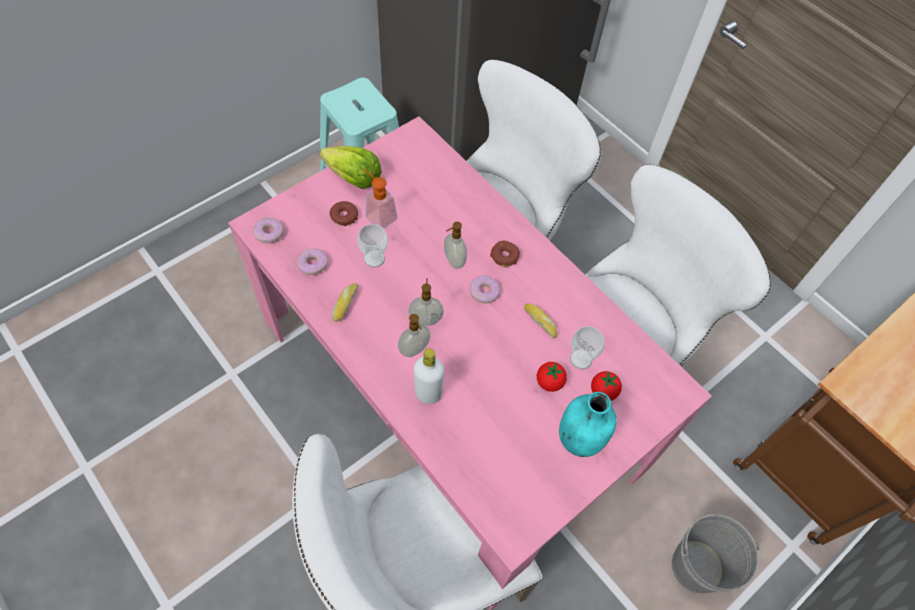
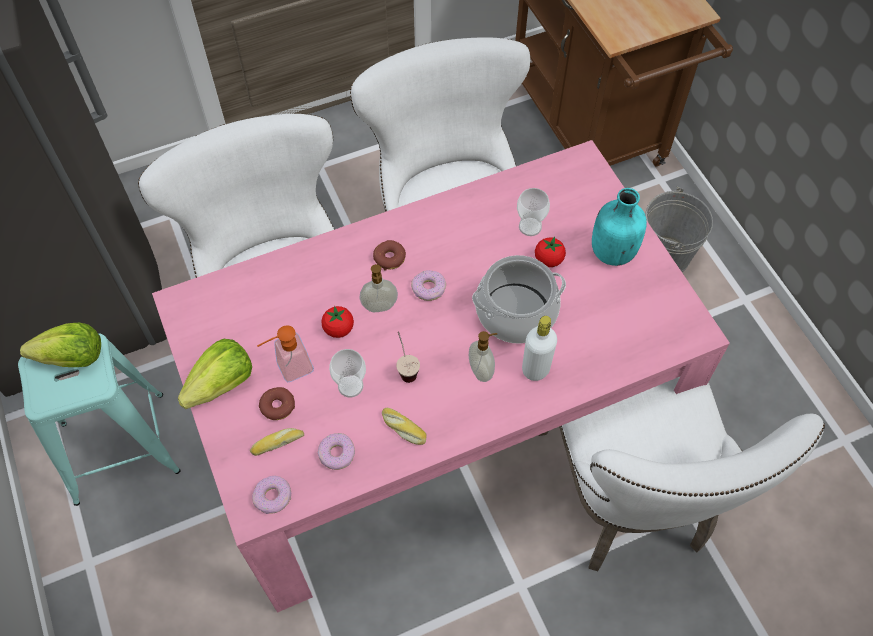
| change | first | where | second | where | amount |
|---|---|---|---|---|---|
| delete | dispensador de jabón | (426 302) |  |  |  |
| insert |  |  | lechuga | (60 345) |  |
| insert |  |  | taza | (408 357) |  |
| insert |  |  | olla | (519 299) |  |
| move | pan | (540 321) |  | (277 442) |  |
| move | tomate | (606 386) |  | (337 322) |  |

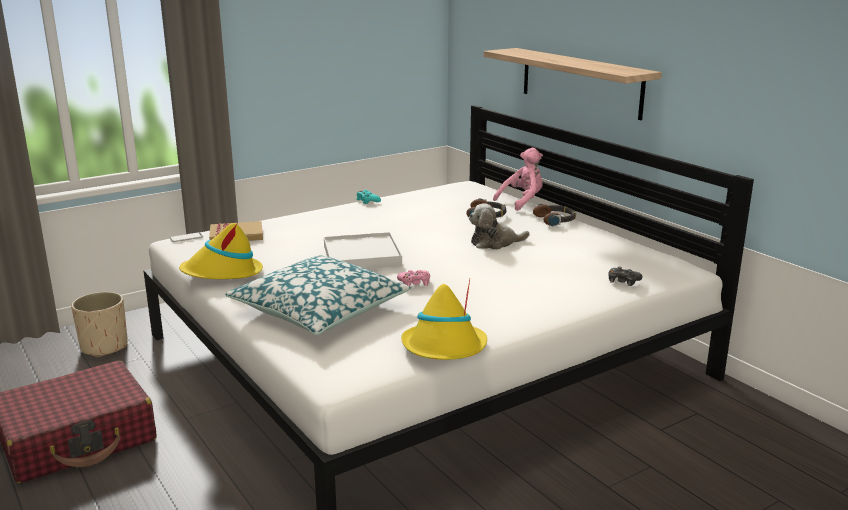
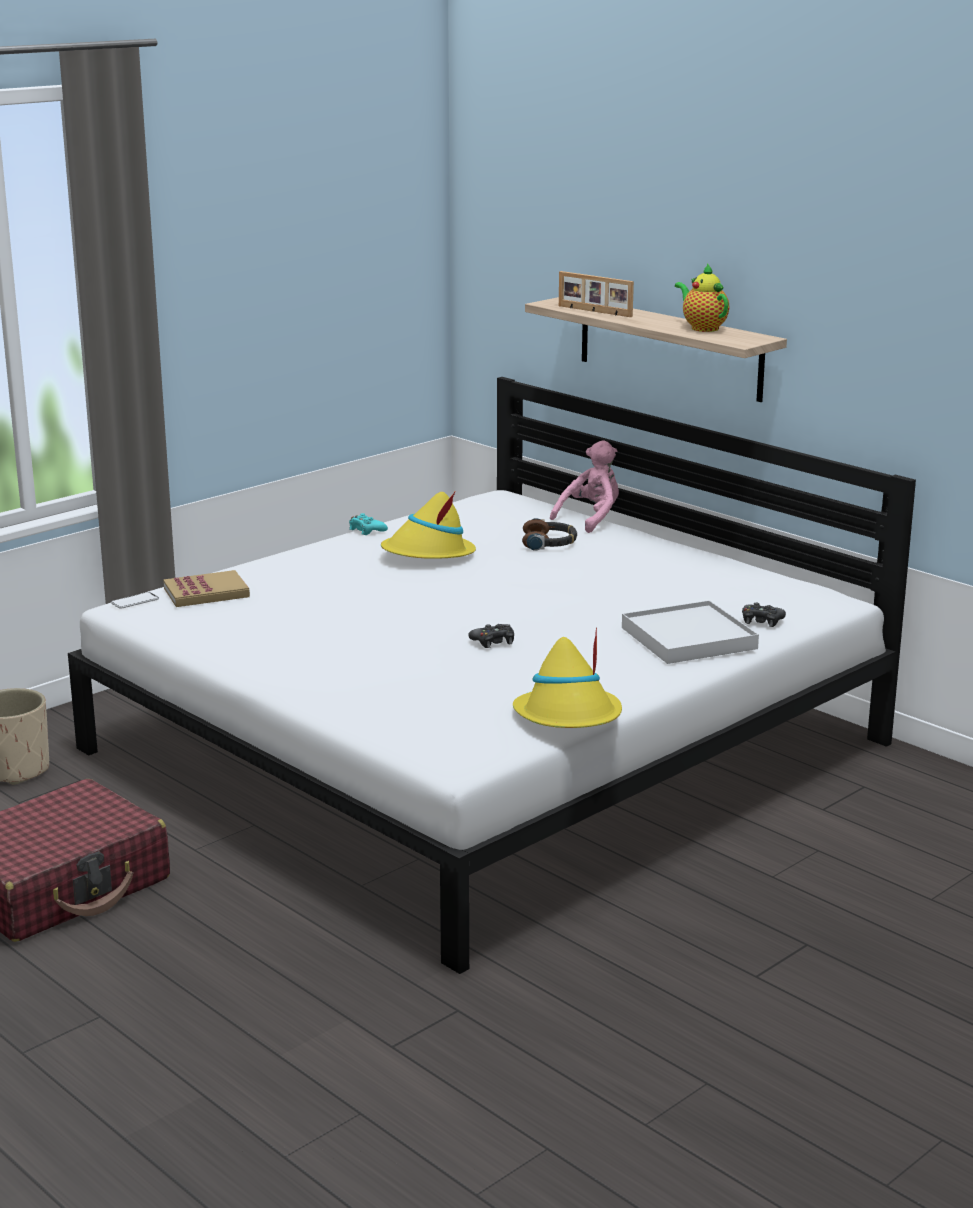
| change | first | where | second | where | amount |
|---|---|---|---|---|---|
| delete | cojín | (318 295) |  |  |  |
| delete | peluche | (499 226) |  |  |  |
| delete | auriculares | (554 215) |  |  |  |
| insert |  |  | portarretratos | (596 294) |  |
| insert |  |  | tetera | (702 297) |  |
| move | sombrero/amarillo | (221 251) |  | (428 525) |  |
| move | bandeja/blanco | (363 250) |  | (690 632) |  |
| recolor | mando de consola/rosa | (413 278) | mando de consola/negro | (491 636) |  |

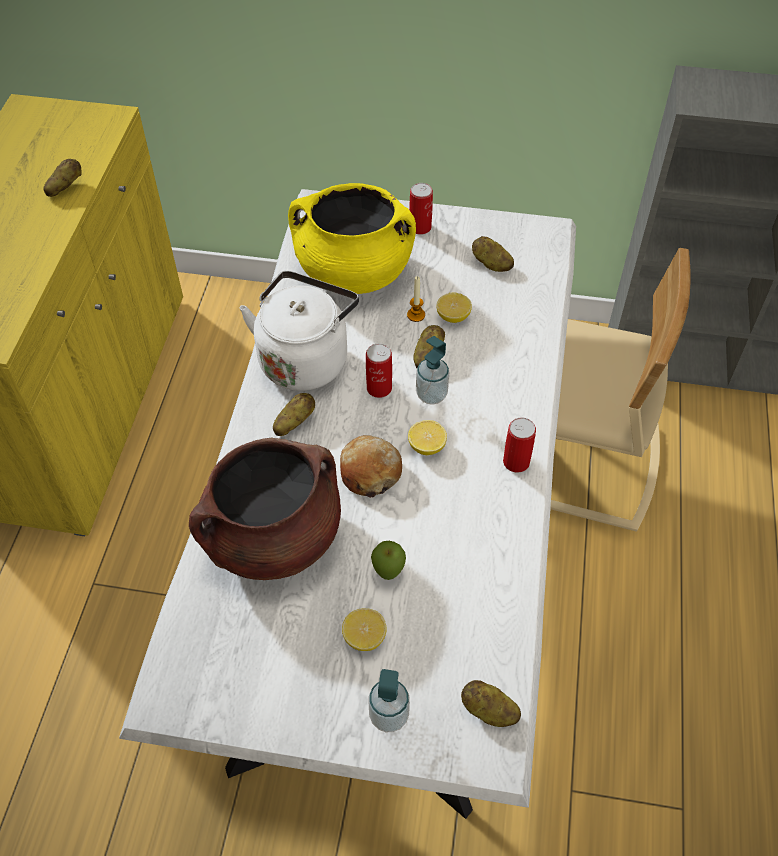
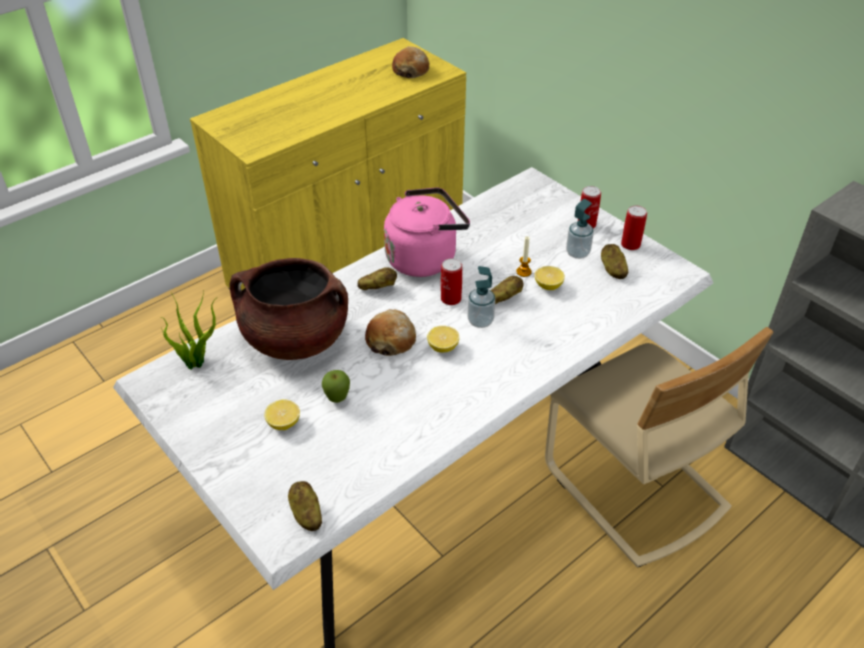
| change | first | where | second | where | amount |
|---|---|---|---|---|---|
| delete | patata | (62 178) |  |  |  |
| delete | olla/amarillo | (352 238) |  |  |  |
| insert |  |  | planta en maceta | (189 329) |  |
| insert |  |  | pan | (410 62) |  |
| move | dispensador de jabón | (389 700) |  | (580 229) |  |
| move | lata | (519 445) |  | (634 227) |  |
| recolor | hervidor/blanco | (299 331) | hervidor/rosa | (427 232) |  |

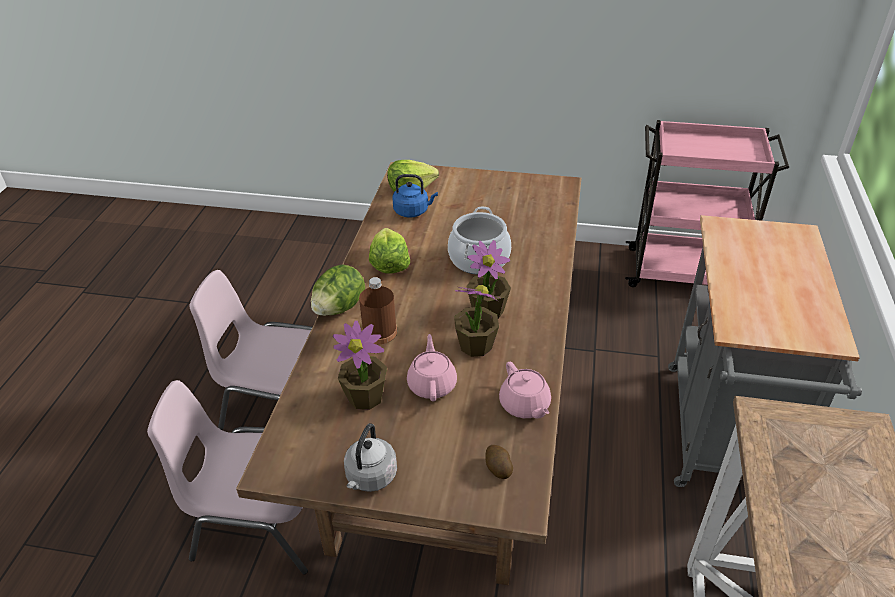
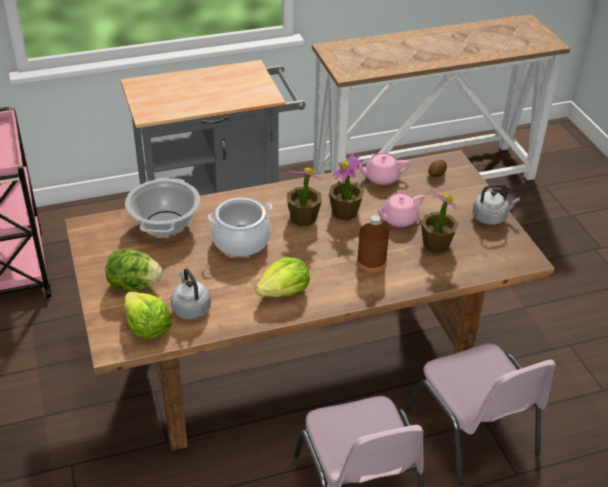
| change | first | where | second | where | amount |
|---|---|---|---|---|---|
| insert |  |  | olla | (162 207) |  |
| move | lechuga | (338 290) |  | (134 270) |  |
| recolor | hervidor/azul | (415 196) | hervidor/gris | (191 294) |  |
| rotate | tetera/rosa | (525 390) |  | (384 169) | 135 degrees counterclockwise |

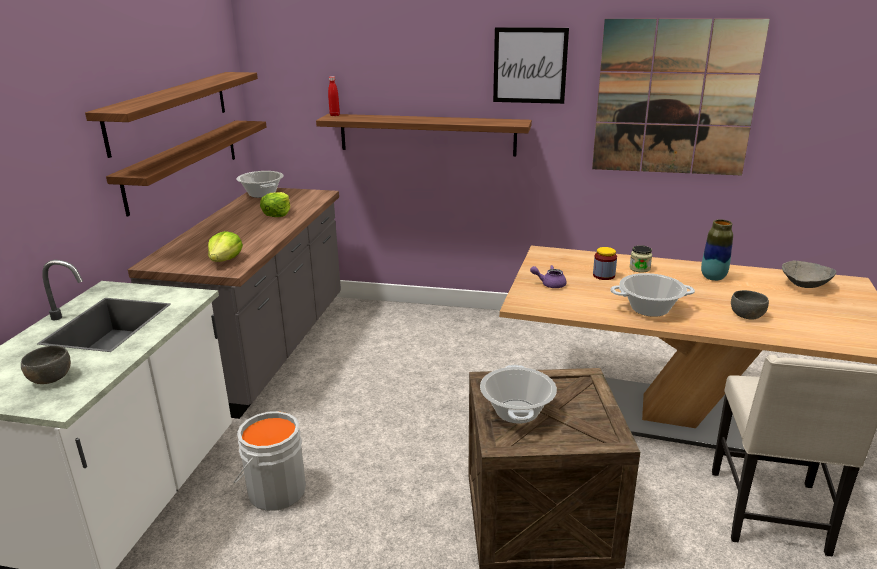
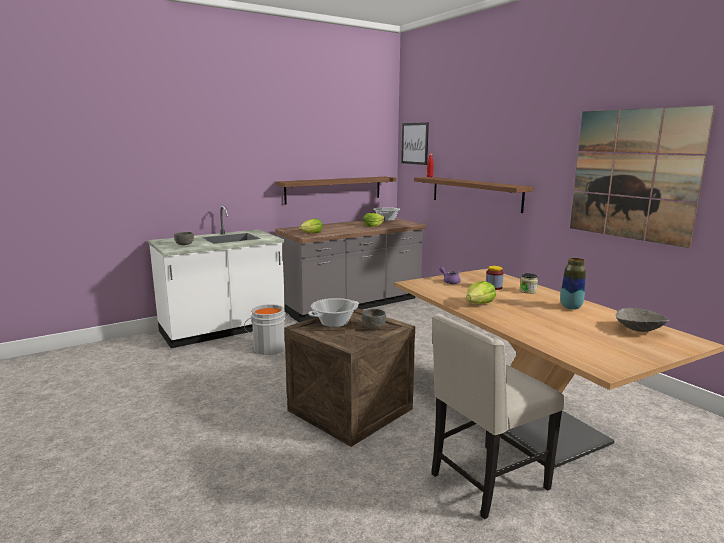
| change | first | where | second | where | amount |
|---|---|---|---|---|---|
| delete | estante | (171 115) |  |  |  |
| move | cuadro | (531 65) |  | (415 143) |  |
| move | cuenco/gris | (750 305) |  | (374 319) |  |
| replace | olla | (652 295) | lechuga | (481 292) |  |

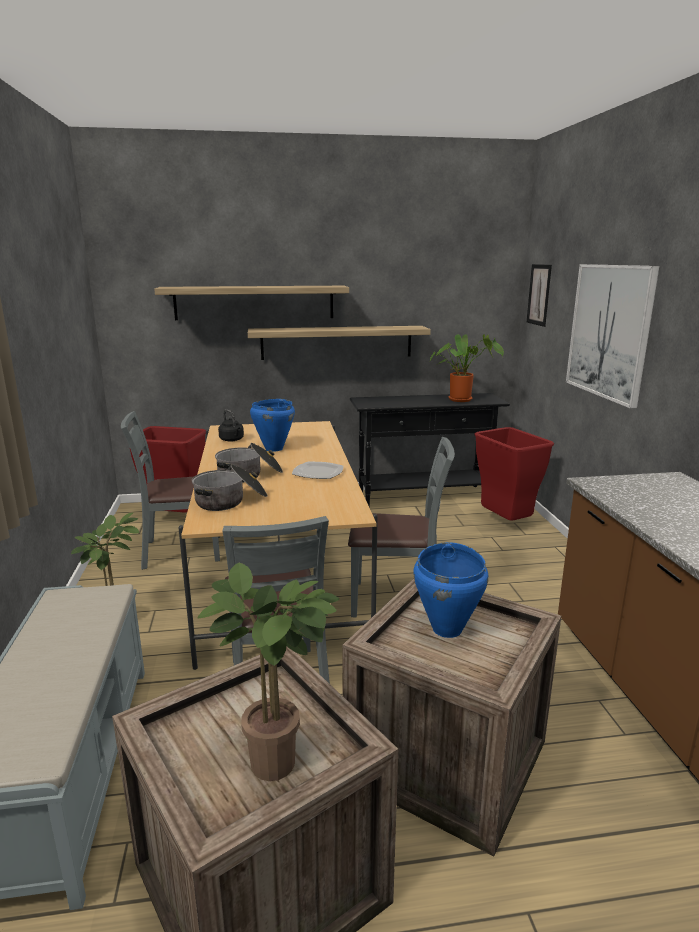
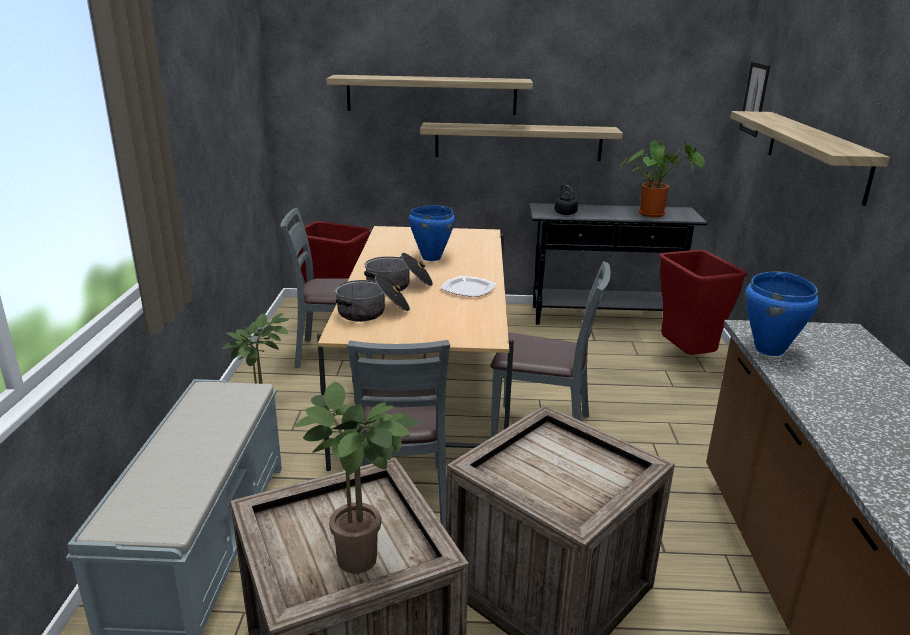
| change | first | where | second | where | amount |
|---|---|---|---|---|---|
| move | hervidor/negro | (231 425) |  | (566 200) |  |
| move | olla/azul | (451 590) |  | (782 313) |  |
| replace | cuadro | (612 336) | estante | (810 158) |  |

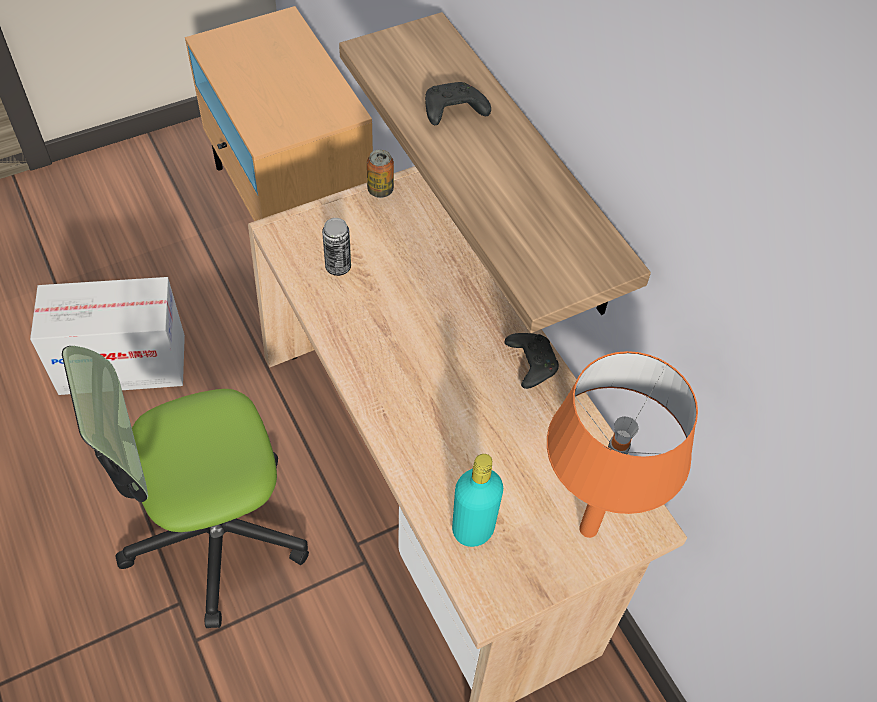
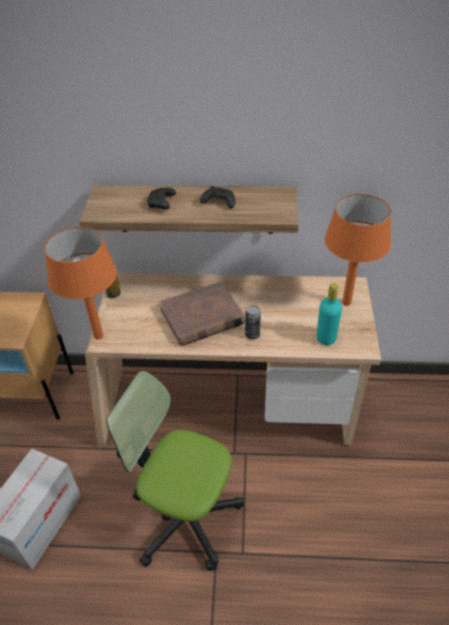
| change | first | where | second | where | amount |
|---|---|---|---|---|---|
| insert |  |  | lámpara de mesa/naranja | (81 283) |  |
| insert |  |  | libro/marrón | (202 313) |  |
| move | lata | (336 247) |  | (253 322) |  |
| move | mando de consola/negro | (532 361) |  | (217 197) |  |
| rotate | silla de oficina | (185 487) |  | (175 471) | 105 degrees clockwise |

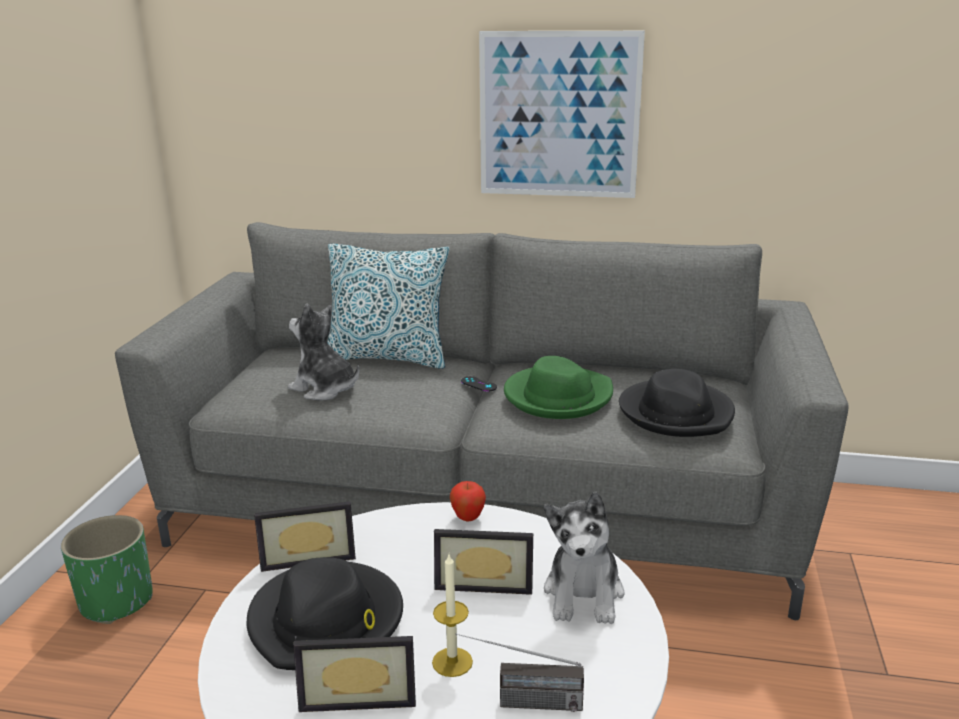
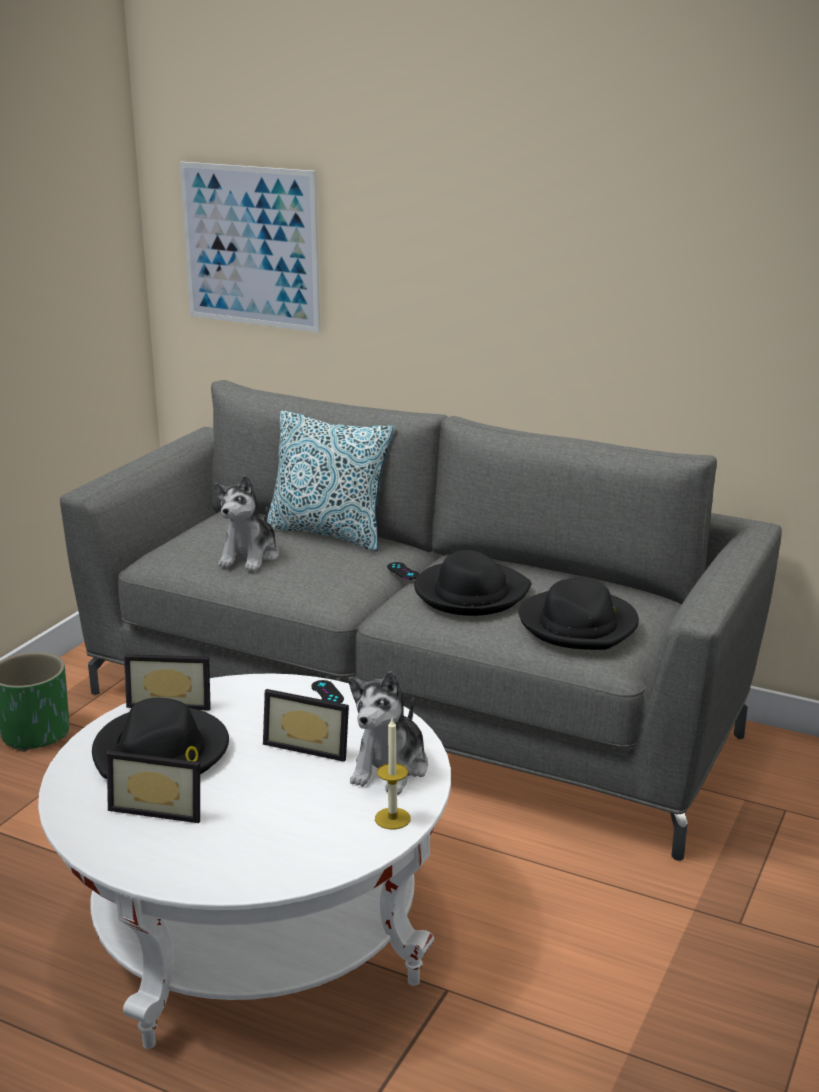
| change | first | where | second | where | amount |
|---|---|---|---|---|---|
| delete | radio | (519 672) |  |  |  |
| move | vela | (452 615) |  | (393 773) |  |
| move | cuadro | (562 114) |  | (250 247) |  |
| replace | manzana | (468 501) | mando de consola/negro | (327 691) |  |
| recolor | sombrero/verde | (558 387) | sombrero/negro | (472 583) |  |
| rotate | peluche | (324 352) |  | (247 523) | 120 degrees counterclockwise |

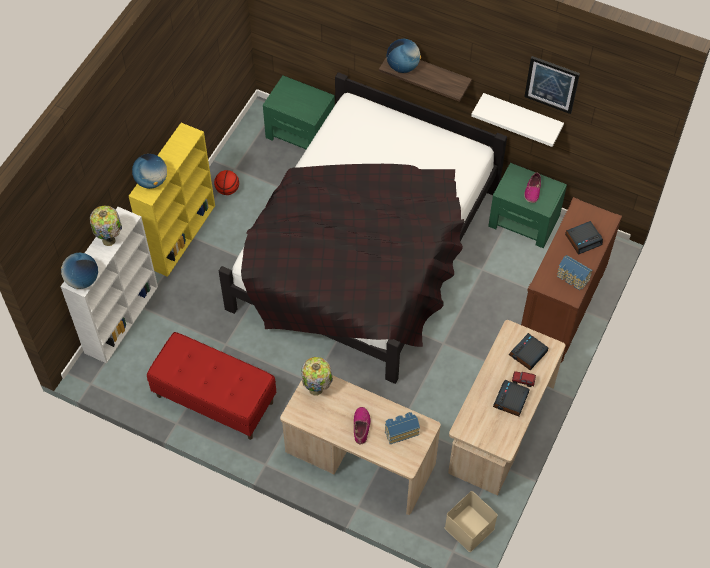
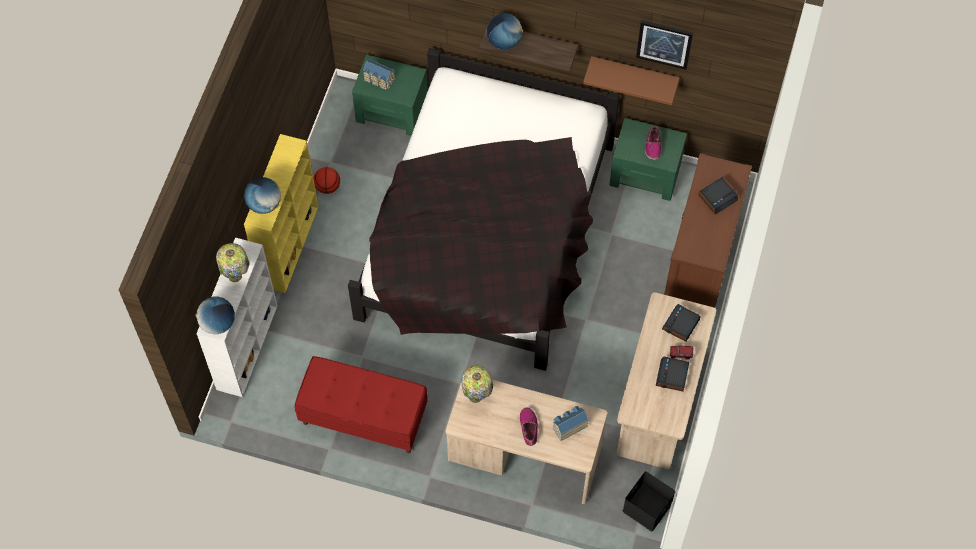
| change | first | where | second | where | amount |
|---|---|---|---|---|---|
| move | casita | (575 272) |  | (379 74) |  |
| recolor | caja de almacenaje/beis | (471 521) | caja de almacenaje/negro | (649 501) |  |
| recolor | estante/blanco | (517 120) | estante/marrón | (631 80) |  |

